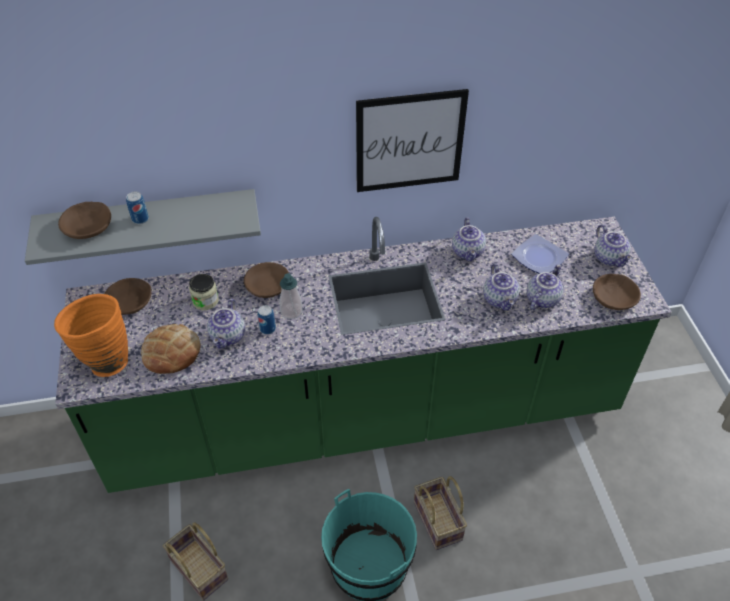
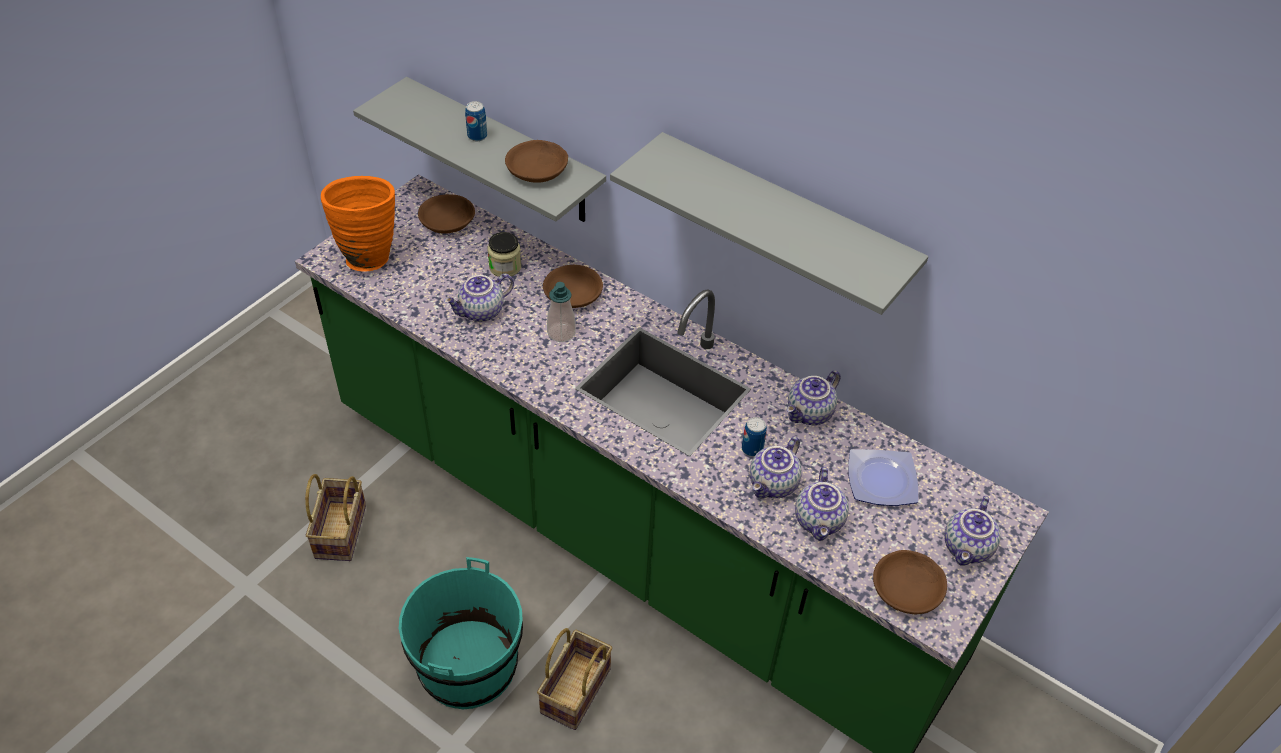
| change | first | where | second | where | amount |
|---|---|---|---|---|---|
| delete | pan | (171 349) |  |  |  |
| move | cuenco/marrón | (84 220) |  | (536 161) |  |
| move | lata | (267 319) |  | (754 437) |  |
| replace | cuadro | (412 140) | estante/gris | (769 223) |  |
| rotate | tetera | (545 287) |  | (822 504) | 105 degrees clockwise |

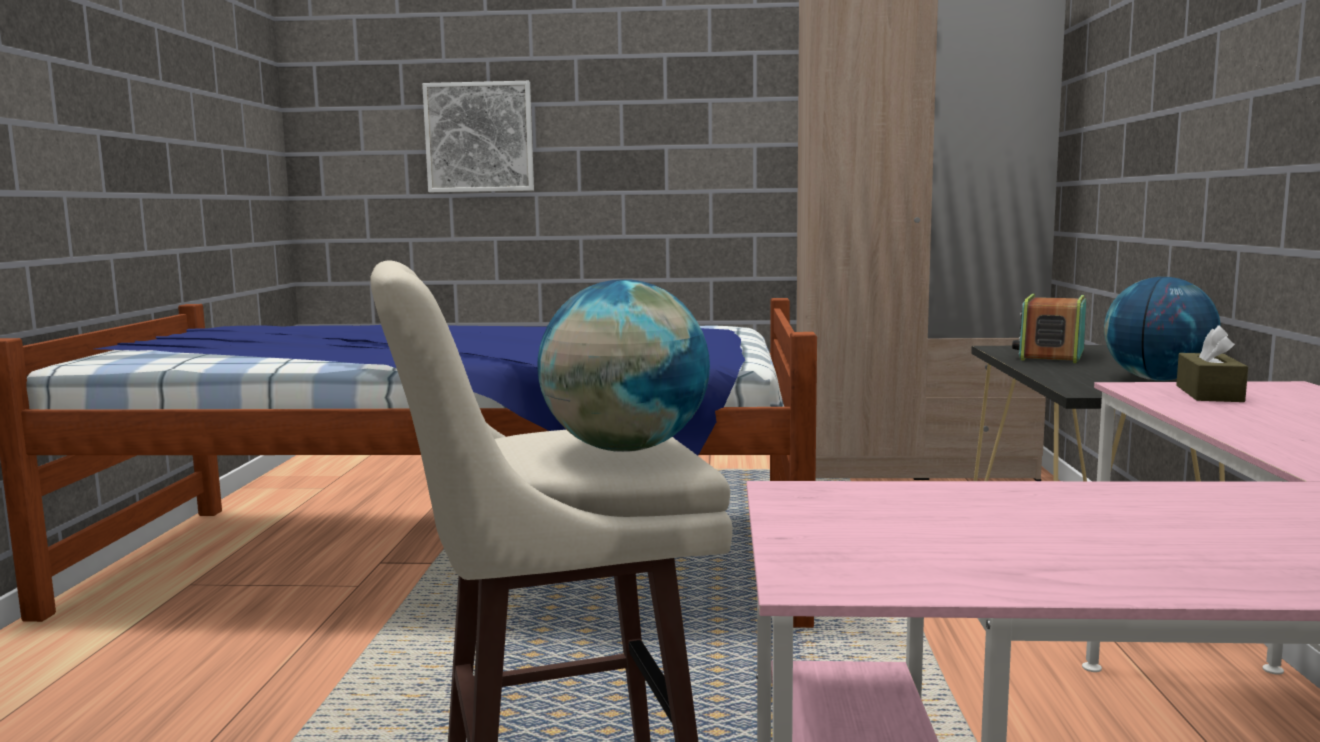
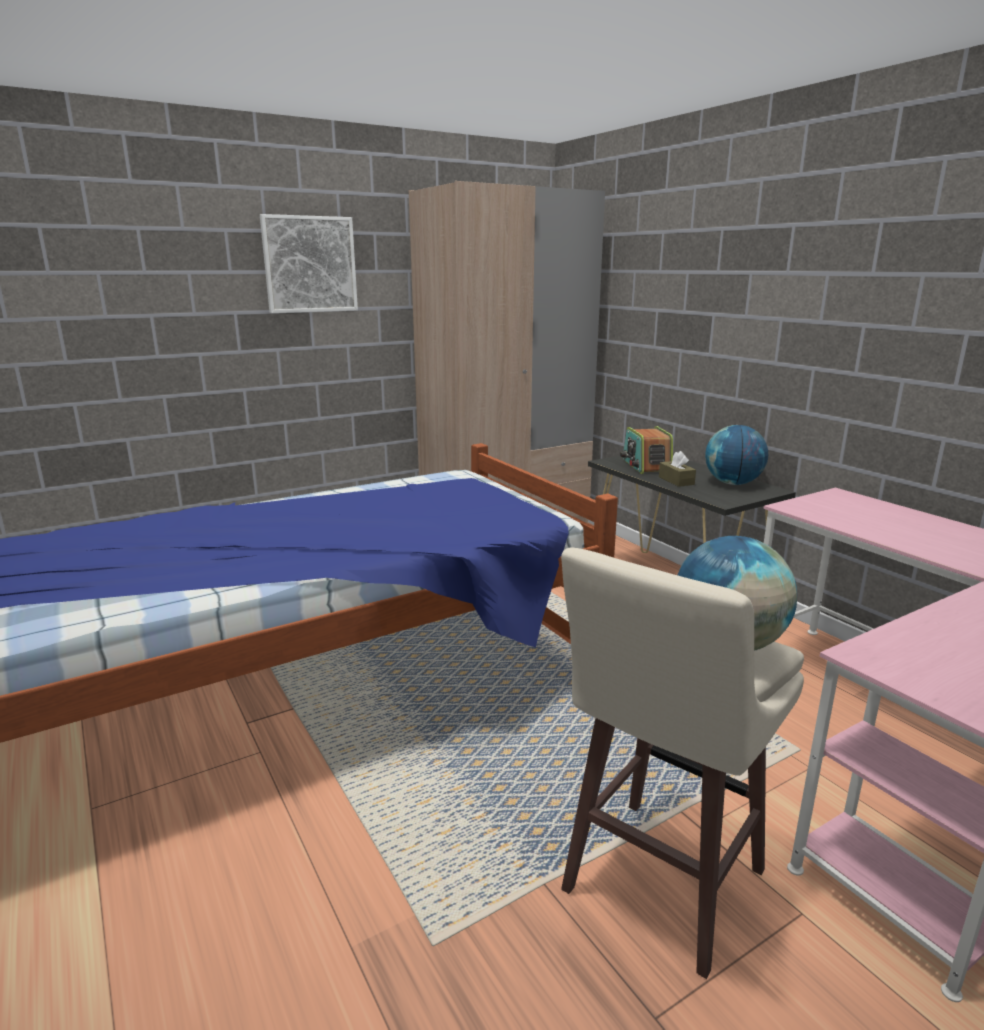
| change | first | where | second | where | amount |
|---|---|---|---|---|---|
| move | cuadro | (478 136) |  | (309 263) |  |
| move | caja de pañuelos/marrón | (1212 363) |  | (677 469) |  |

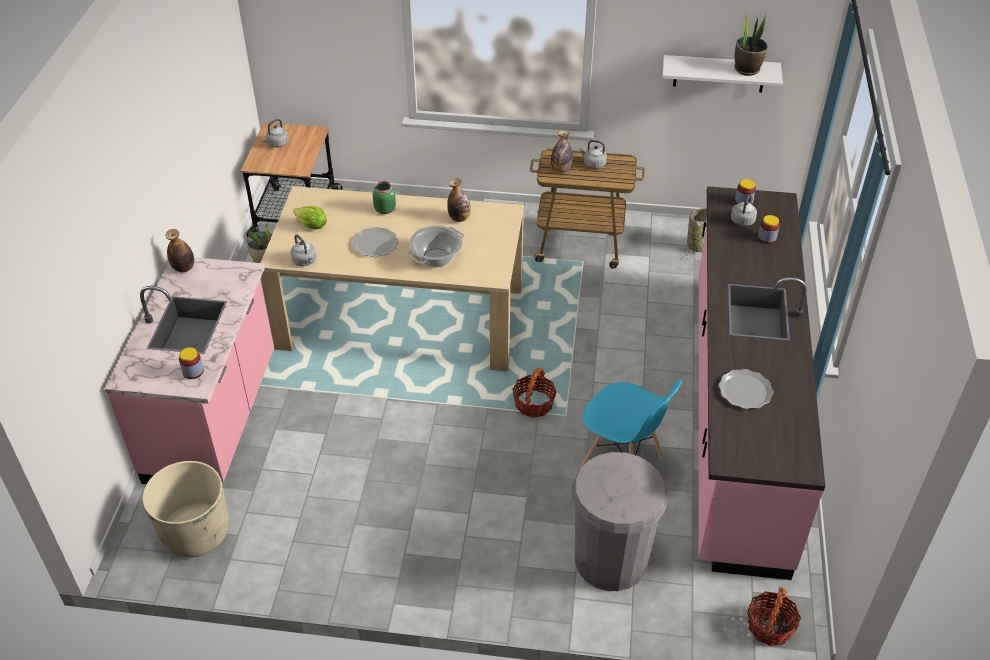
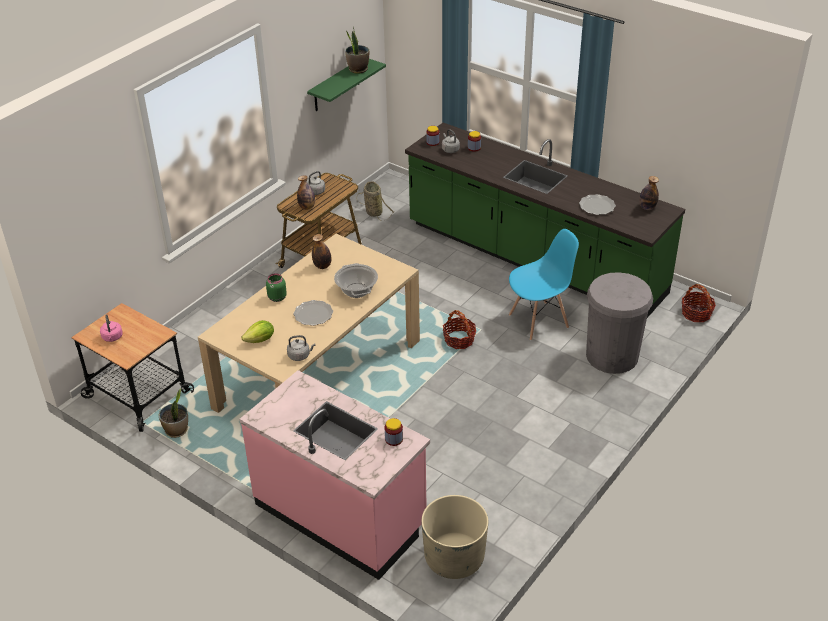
| change | first | where | second | where | amount |
|---|---|---|---|---|---|
| move | botella | (179 250) |  | (649 193) |  |
| recolor | hervidor/gris | (275 133) | hervidor/rosa | (111 328) |  |
| recolor | estante/blanco | (722 73) | estante/verde | (346 85) |  |
| recolor | mueble bajo de cocina/rosa | (761 383) | mueble bajo de cocina/verde | (545 220) |  |

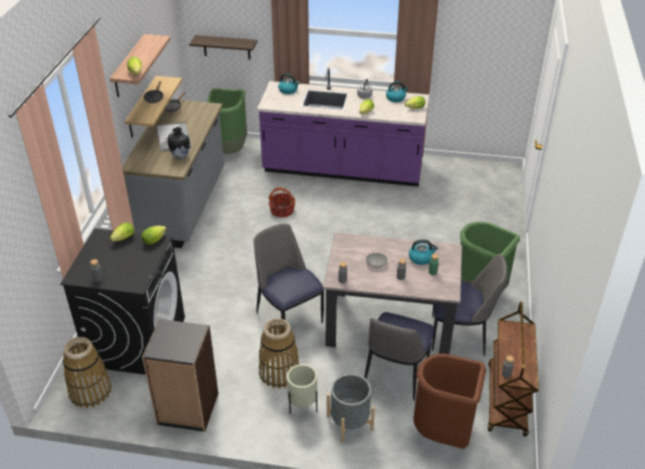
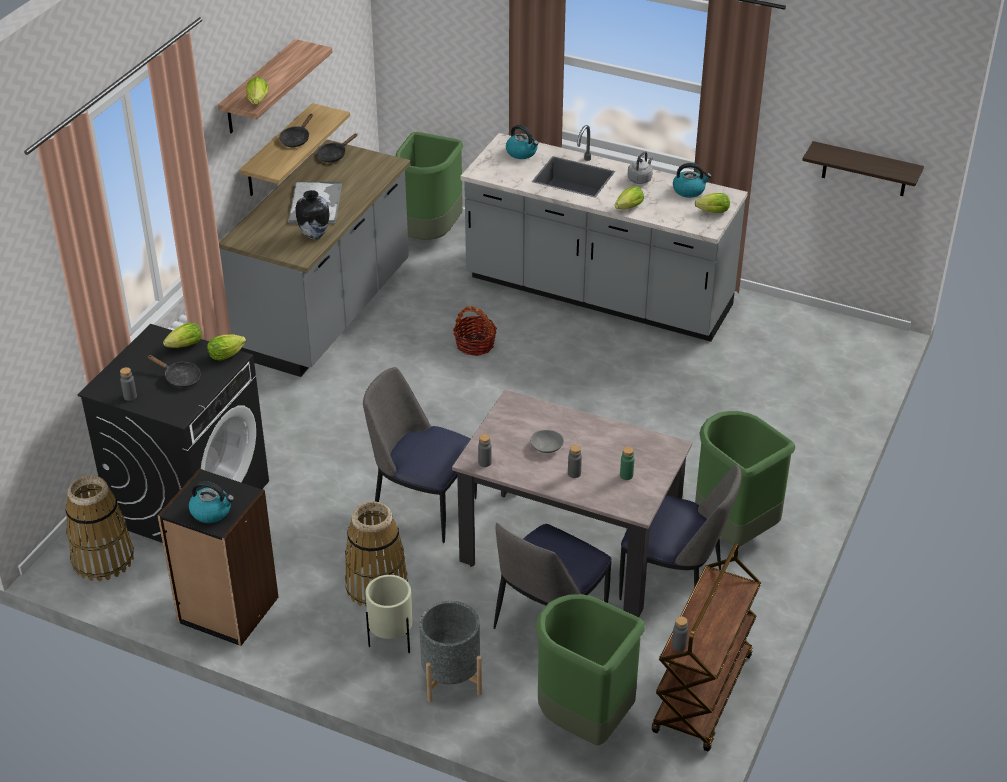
| change | first | where | second | where | amount |
|---|---|---|---|---|---|
| insert |  |  | sartén/negro | (174 371) |  |
| move | estante | (223 47) |  | (863 168) |  |
| move | hervidor | (423 252) |  | (211 502) |  |
| recolor | mueble bajo de cocina/morado | (343 127) | mueble bajo de cocina/gris | (604 233) |  |
| recolor | papelera/marrón | (449 401) | papelera/verde | (590 669) |  |
| rotate | silla | (289 279) |  | (420 455) | 45 degrees counterclockwise |

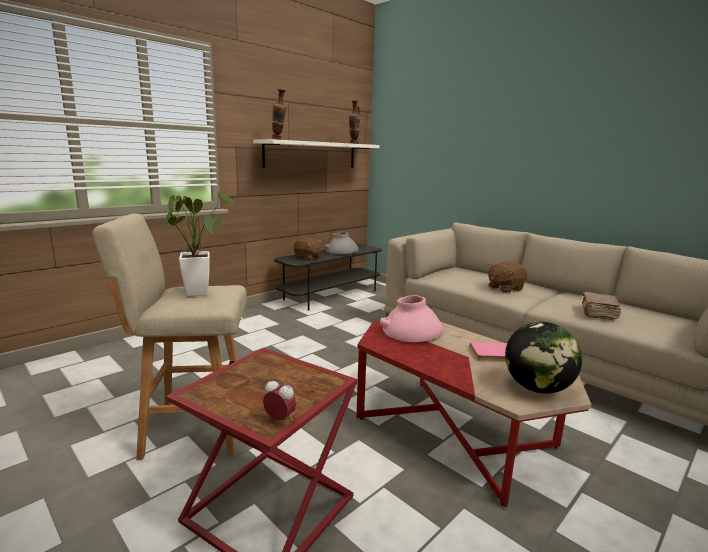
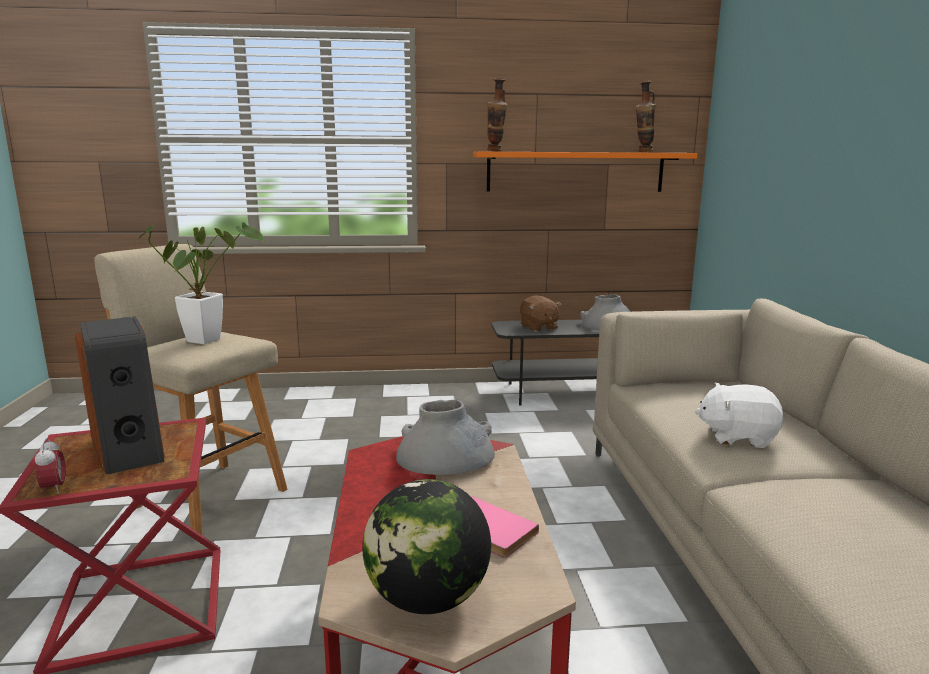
| change | first | where | second | where | amount |
|---|---|---|---|---|---|
| delete | libro/marrón | (601 306) |  |  |  |
| insert |  |  | altavoz | (120 395) |  |
| recolor | estante/blanco | (316 153) | estante/naranja | (585 172) |  |
| recolor | florero/rosa | (412 318) | florero/gris | (445 437) |  |
| recolor | peluche/marrón | (507 277) | peluche/blanco | (739 415) |  |

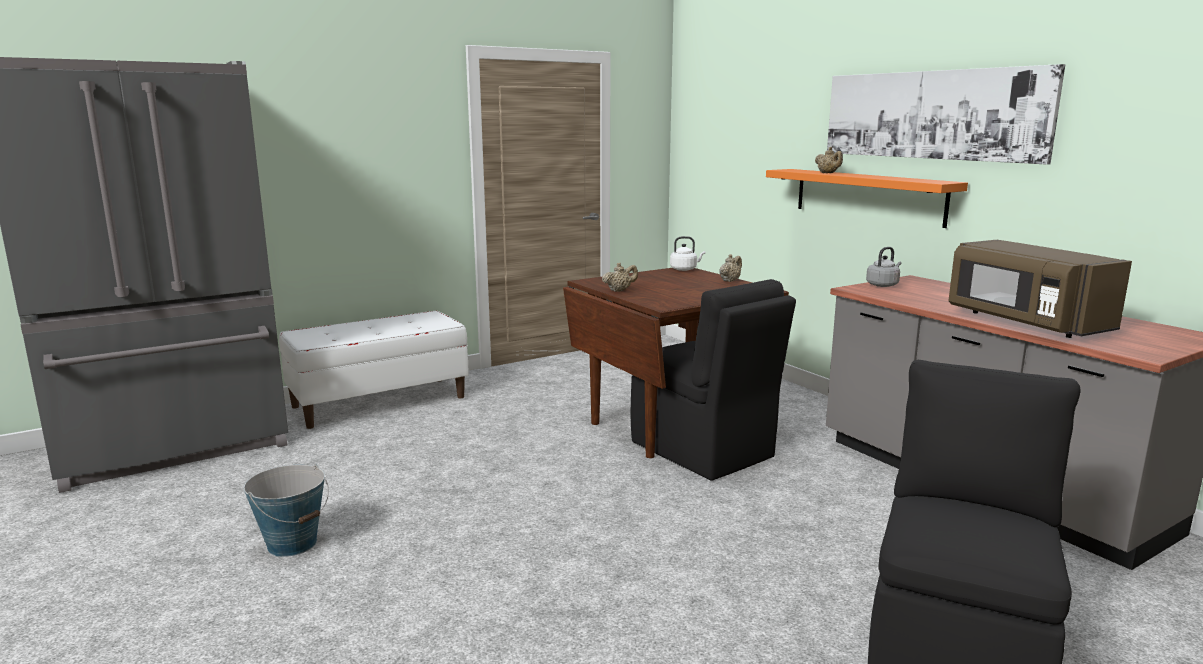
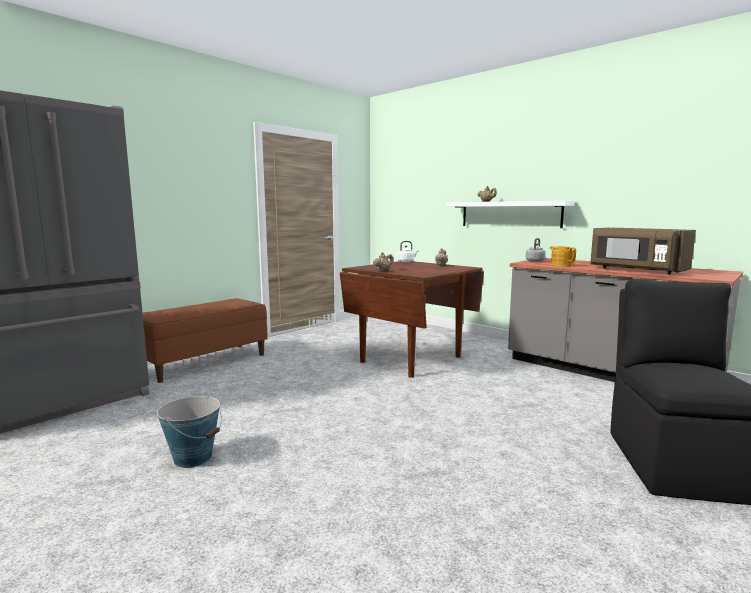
| change | first | where | second | where | amount |
|---|---|---|---|---|---|
| delete | silla/negro | (713 379) |  |  |  |
| delete | cuadro | (946 114) |  |  |  |
| insert |  |  | tetera | (563 256) |  |
| recolor | banco/blanco | (374 370) | banco/marrón | (205 340) |  |
| recolor | estante/naranja | (867 198) | estante/blanco | (510 214) |  |

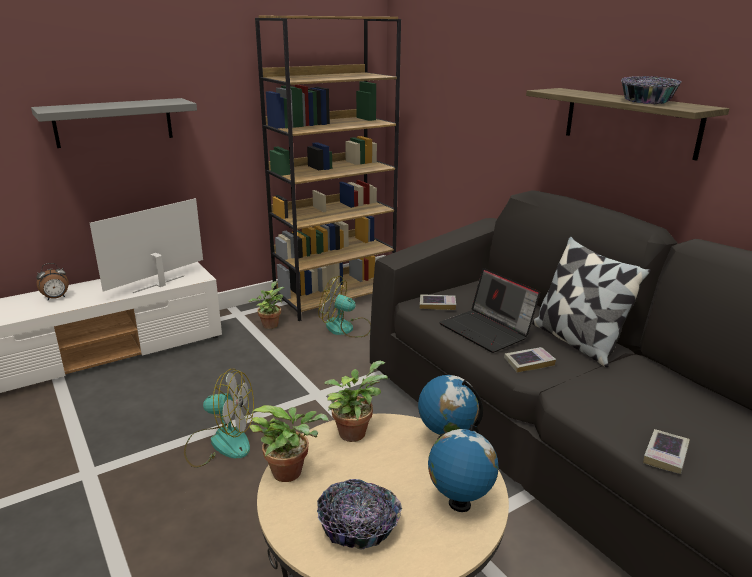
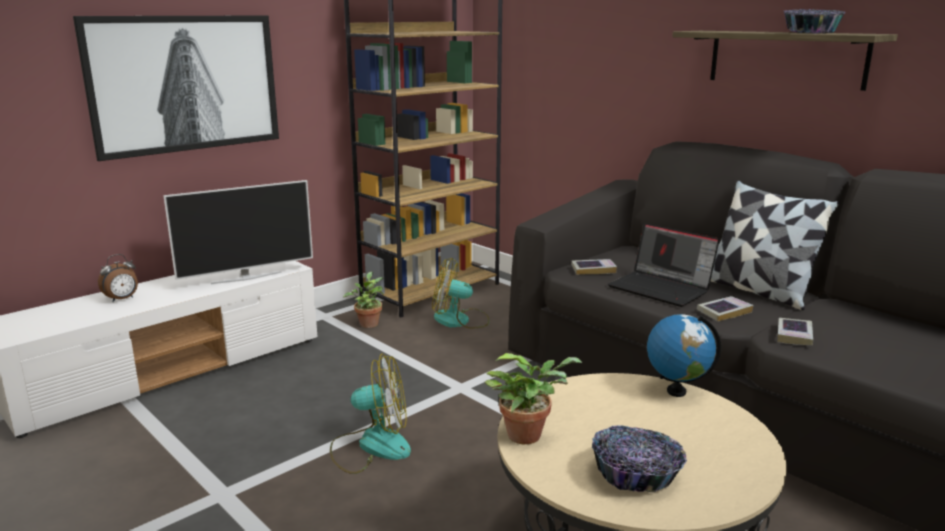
| change | first | where | second | where | amount |
|---|---|---|---|---|---|
| delete | planta en maceta | (356 401) |  |  |  |
| delete | globo terráqueo | (463 468) |  |  |  |
| move | libro | (666 451) |  | (795 331) |  |
| replace | estante/gris | (114 123) | cuadro | (176 88) |  |
| rotate | televisor | (146 245) |  | (238 232) | 150 degrees counterclockwise |

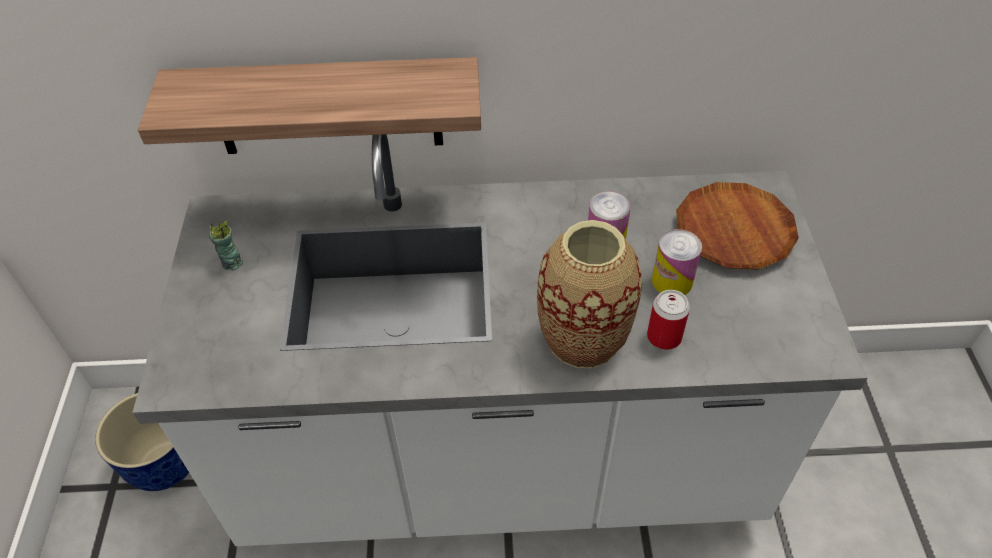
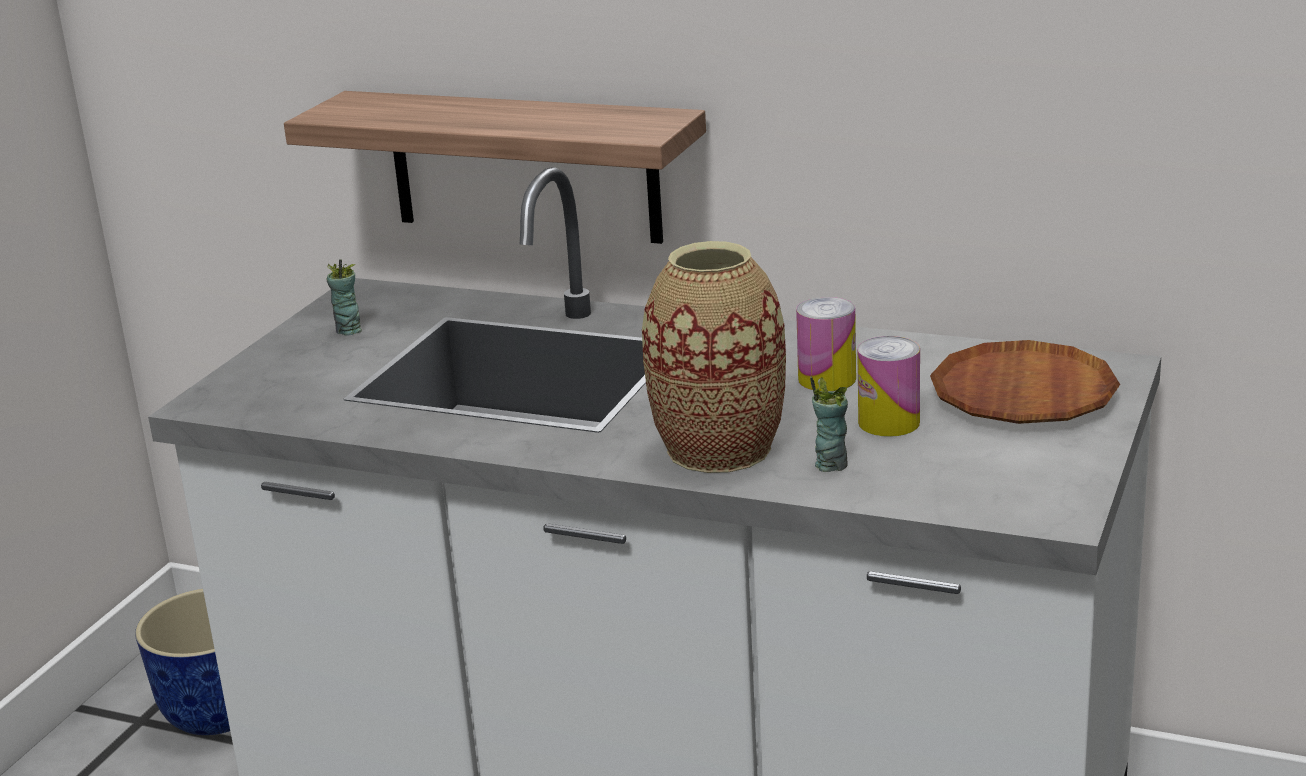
| change | first | where | second | where | amount |
|---|---|---|---|---|---|
| replace | lata | (668 320) | taza | (829 424) |  |

